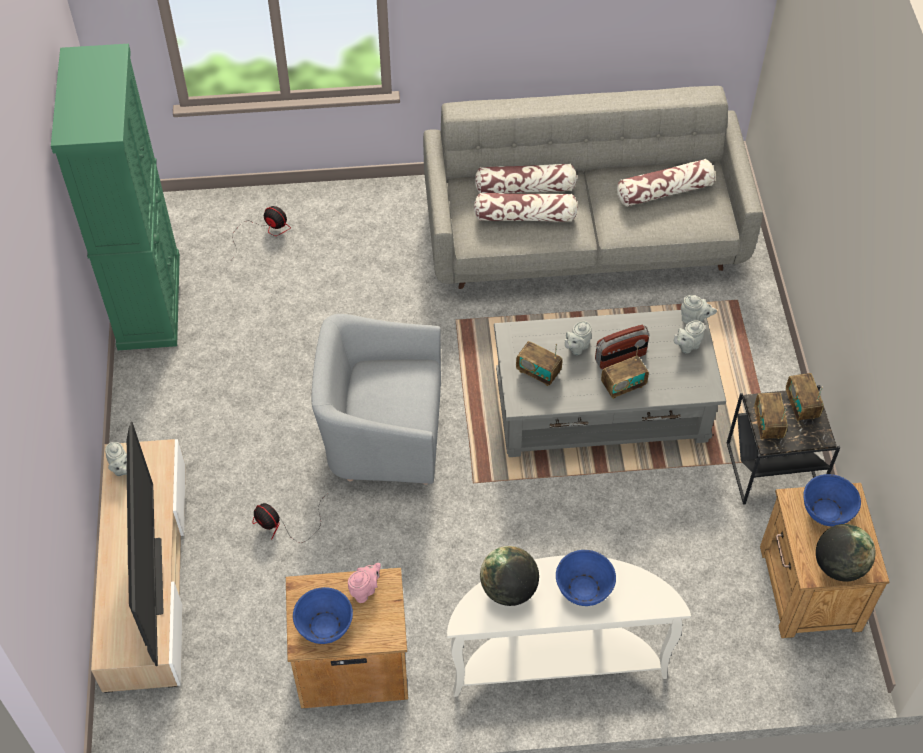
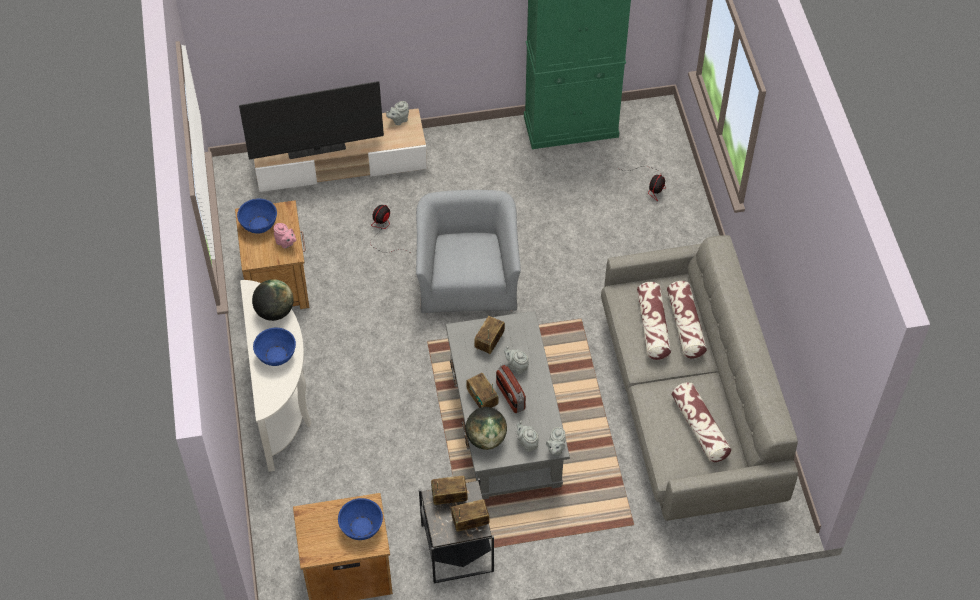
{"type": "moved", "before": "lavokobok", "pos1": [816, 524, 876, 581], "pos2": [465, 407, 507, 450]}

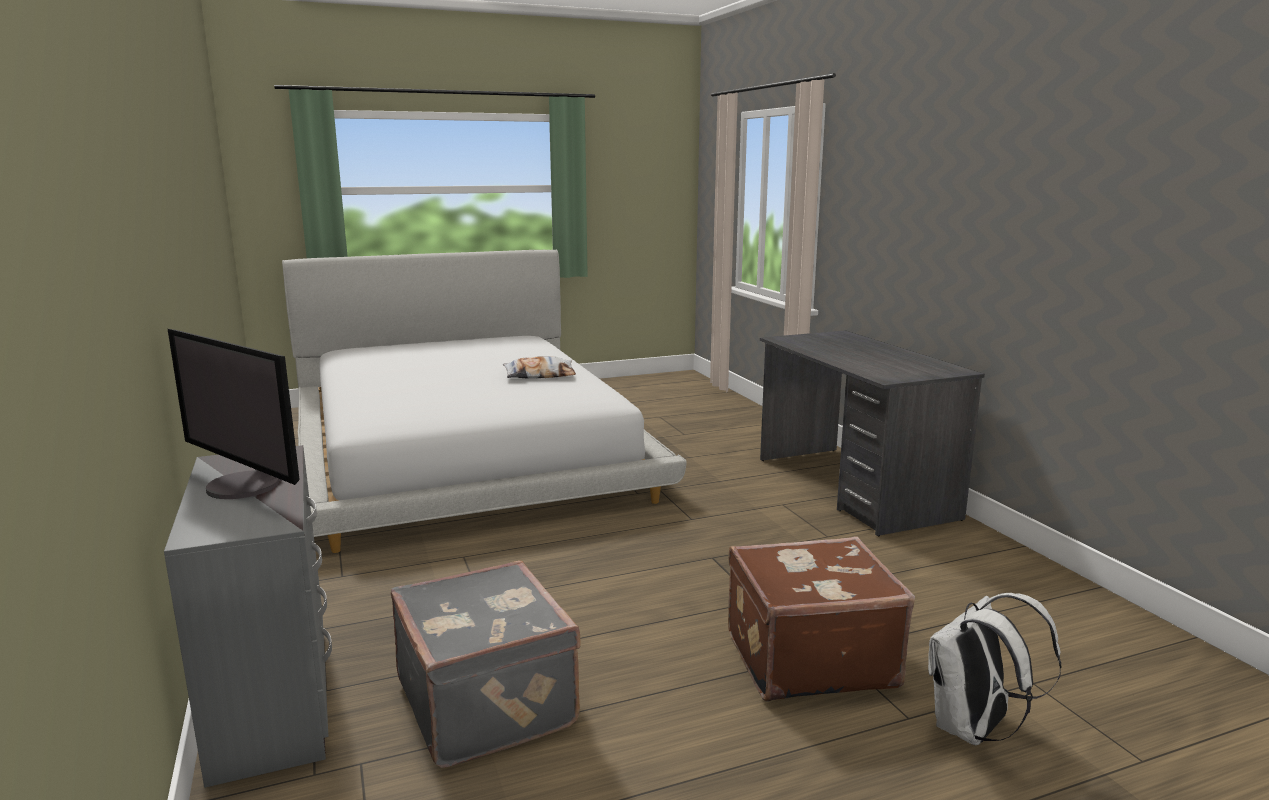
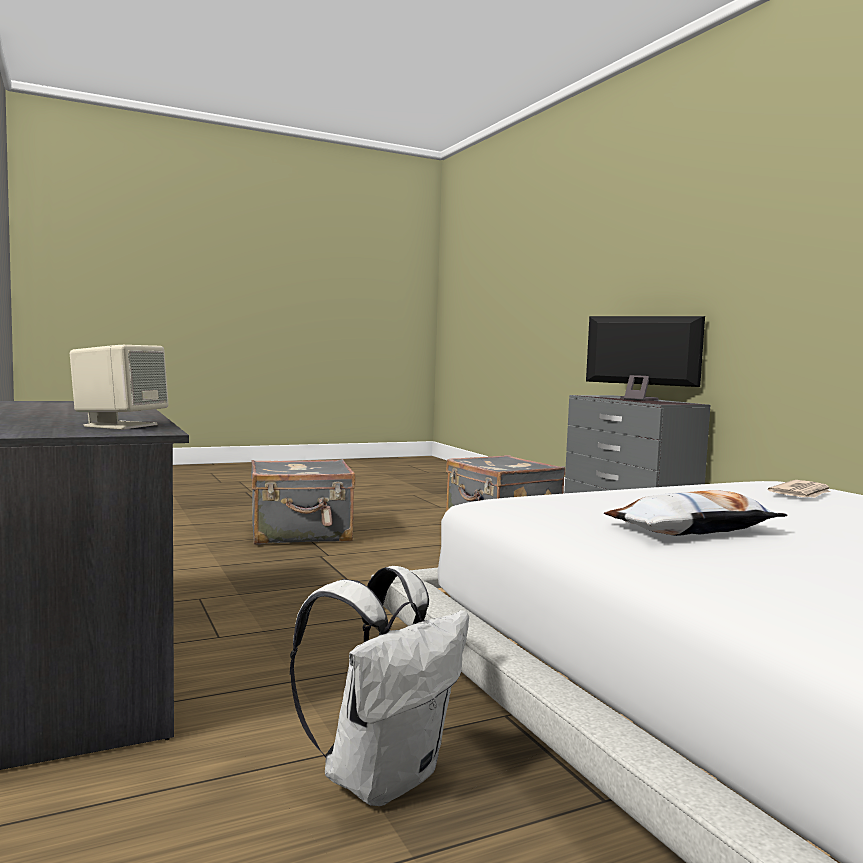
{"type": "added", "after": "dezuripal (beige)", "pos2": [70, 345, 169, 430]}
{"type": "recoloured", "before": "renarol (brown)", "after": "renarol (grey)", "pos1": [728, 536, 915, 702], "pos2": [251, 459, 355, 545]}
{"type": "moved", "before": "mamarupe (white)", "pos1": [928, 593, 1061, 746], "pos2": [290, 566, 469, 806]}
{"type": "added", "after": "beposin", "pos2": [768, 480, 831, 498]}

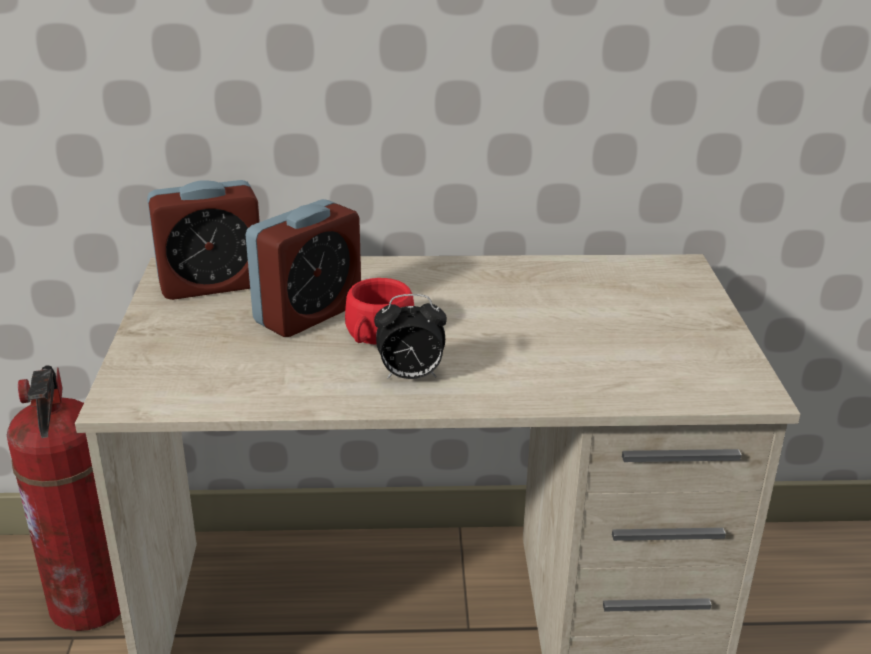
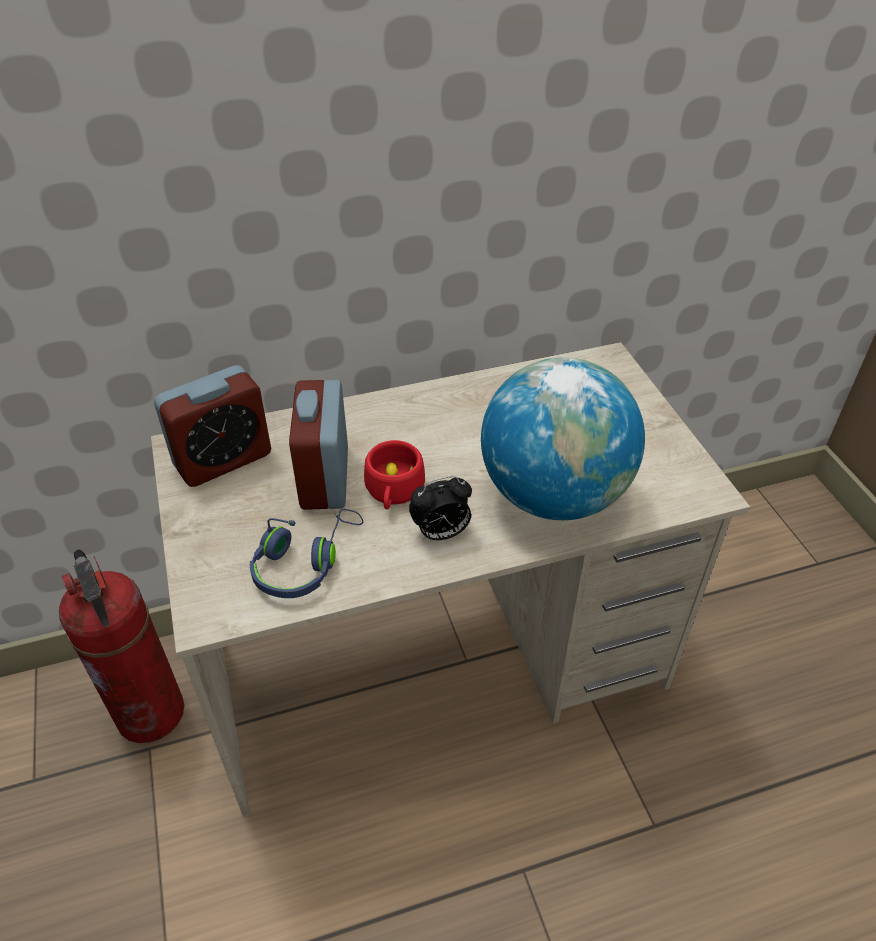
{"type": "added", "after": "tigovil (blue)", "pos2": [250, 509, 363, 598]}
{"type": "turned", "before": "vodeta", "pos1": [246, 199, 361, 337], "pos2": [289, 380, 348, 510], "turn": 150}
{"type": "added", "after": "lavokobok", "pos2": [481, 357, 645, 520]}

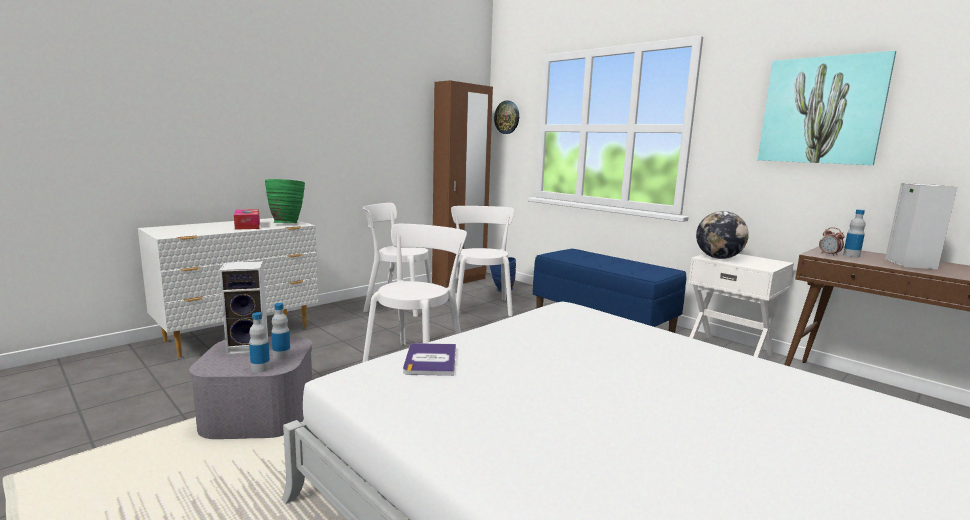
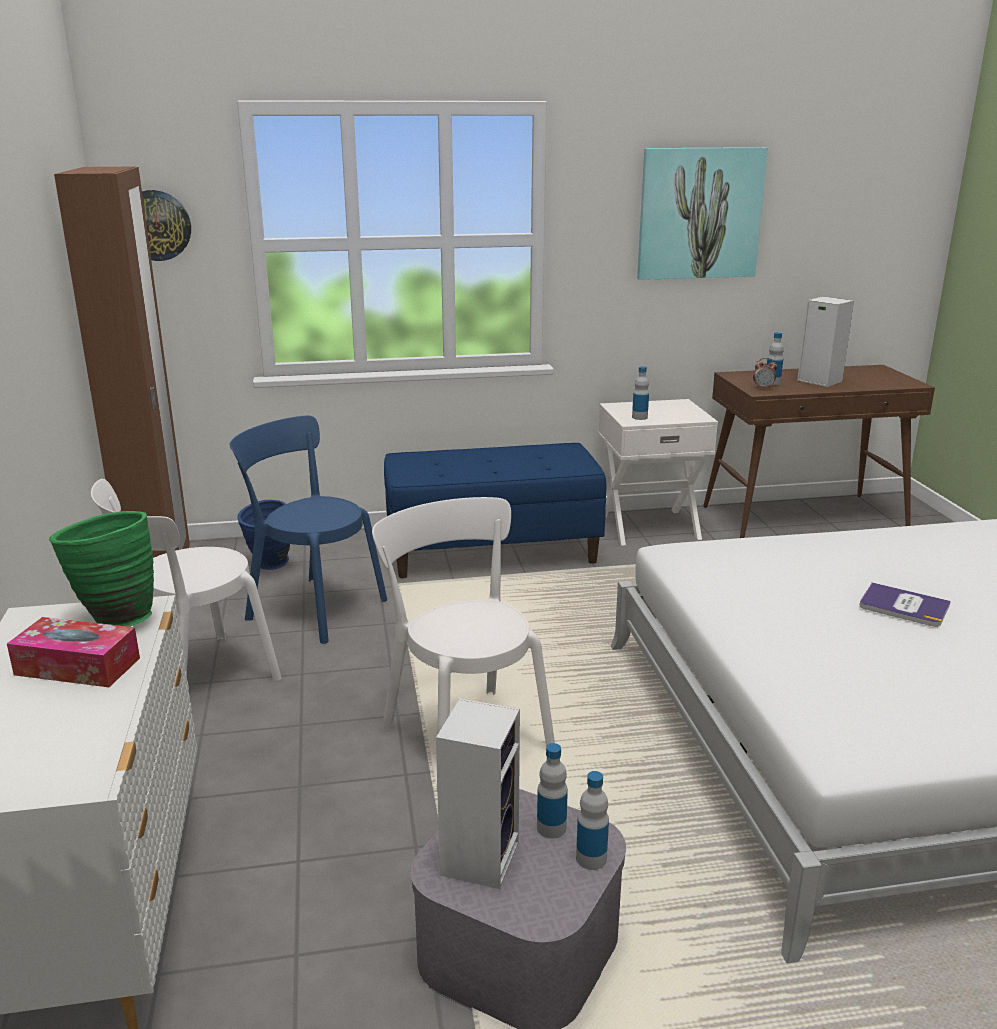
{"type": "recoloured", "before": "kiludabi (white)", "after": "kiludabi (blue)", "pos1": [451, 206, 514, 316], "pos2": [230, 415, 387, 644]}
{"type": "replaced", "before": "lavokobok", "after": "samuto", "pos1": [696, 211, 749, 259], "pos2": [632, 366, 649, 420]}
{"type": "moved", "before": "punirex", "pos1": [403, 343, 456, 376], "pos2": [859, 582, 951, 627]}

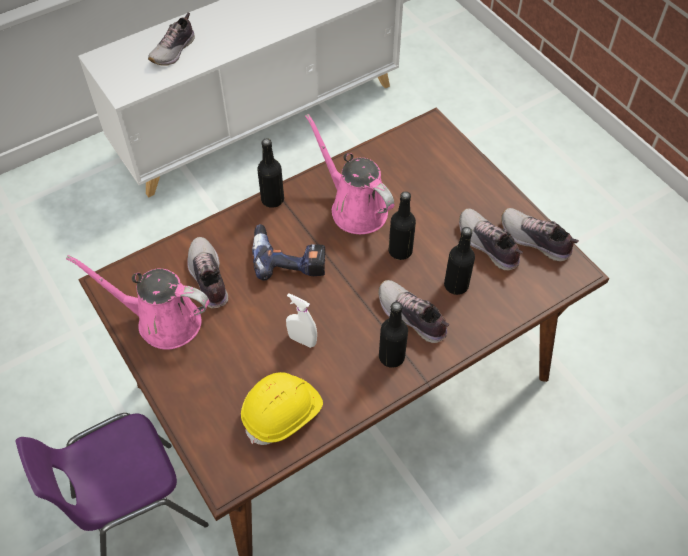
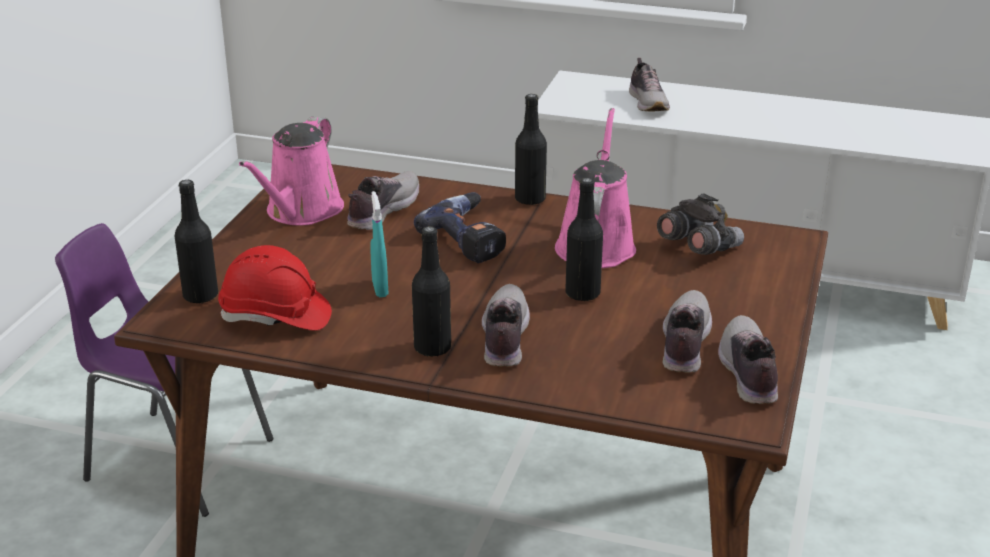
{"type": "moved", "before": "samuto (black)", "pos1": [444, 227, 475, 295], "pos2": [175, 180, 218, 303]}
{"type": "recoloured", "before": "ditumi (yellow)", "after": "ditumi (red)", "pos1": [241, 372, 323, 445], "pos2": [218, 245, 332, 331]}
{"type": "turned", "before": "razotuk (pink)", "pos1": [66, 255, 210, 350], "pos2": [239, 117, 344, 226], "turn": -135}
{"type": "recoloured", "before": "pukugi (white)", "after": "pukugi (turquoise)", "pos1": [286, 293, 317, 348], "pos2": [370, 191, 389, 297]}
{"type": "turned", "before": "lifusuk", "pos1": [148, 13, 195, 66], "pos2": [629, 58, 670, 111], "turn": -90}
{"type": "added", "after": "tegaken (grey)", "pos2": [657, 193, 744, 255]}

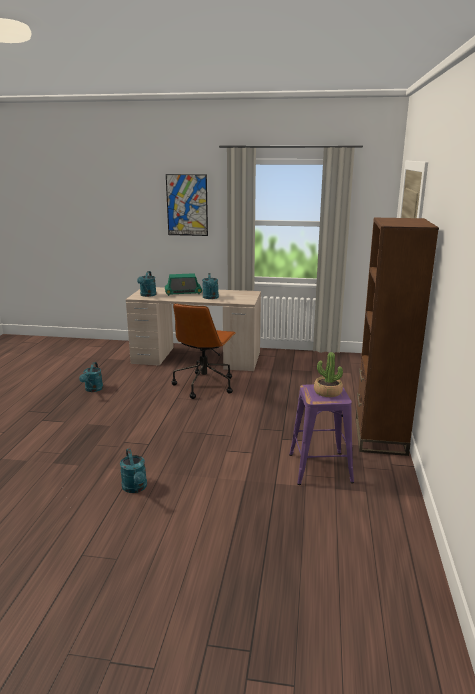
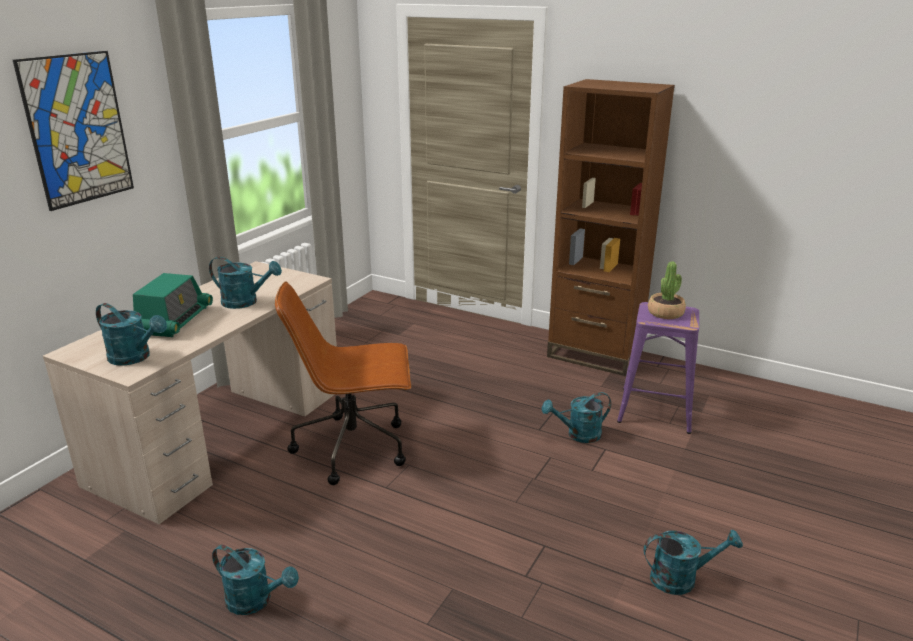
{"type": "turned", "before": "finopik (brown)", "pos1": [172, 303, 236, 399], "pos2": [275, 281, 411, 485], "turn": 135}
{"type": "added", "after": "razotuk (turquoise)", "pos2": [542, 392, 611, 443]}

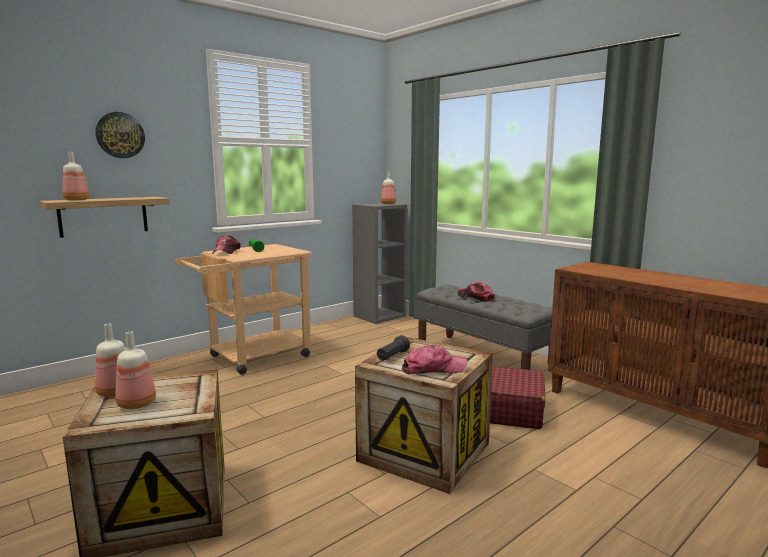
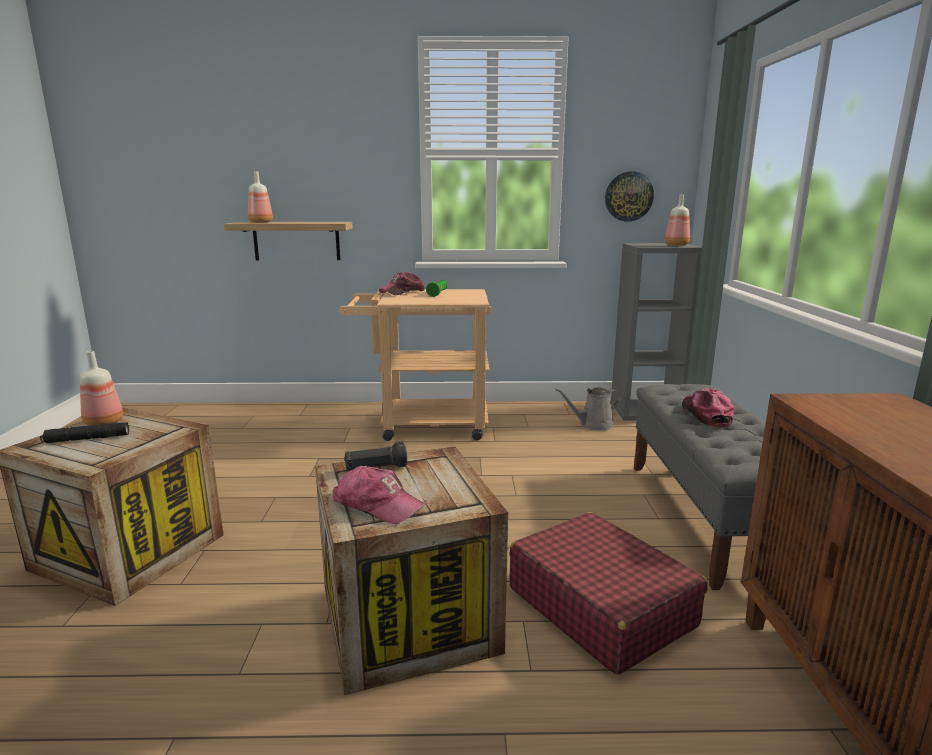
{"type": "replaced", "before": "samuto", "after": "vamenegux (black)", "pos1": [115, 332, 156, 409], "pos2": [40, 422, 129, 443]}
{"type": "added", "after": "razotuk (grey)", "pos2": [555, 387, 622, 430]}
{"type": "moved", "before": "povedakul", "pos1": [95, 112, 145, 158], "pos2": [605, 172, 654, 222]}

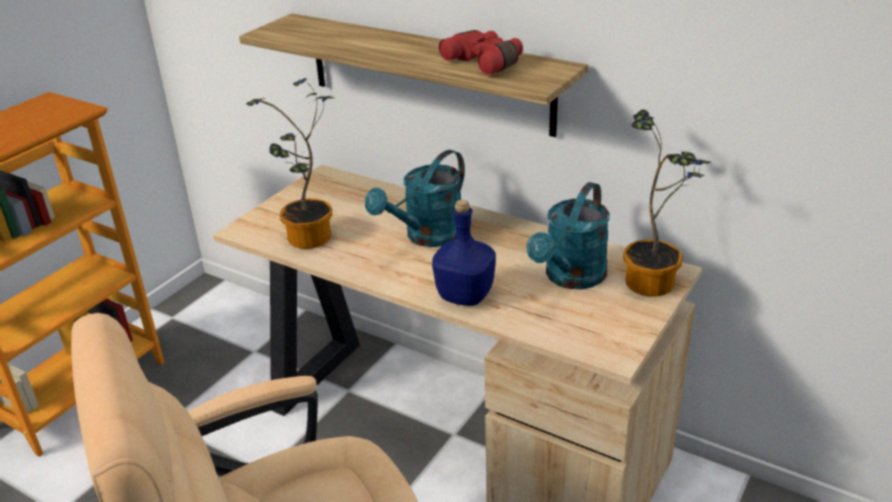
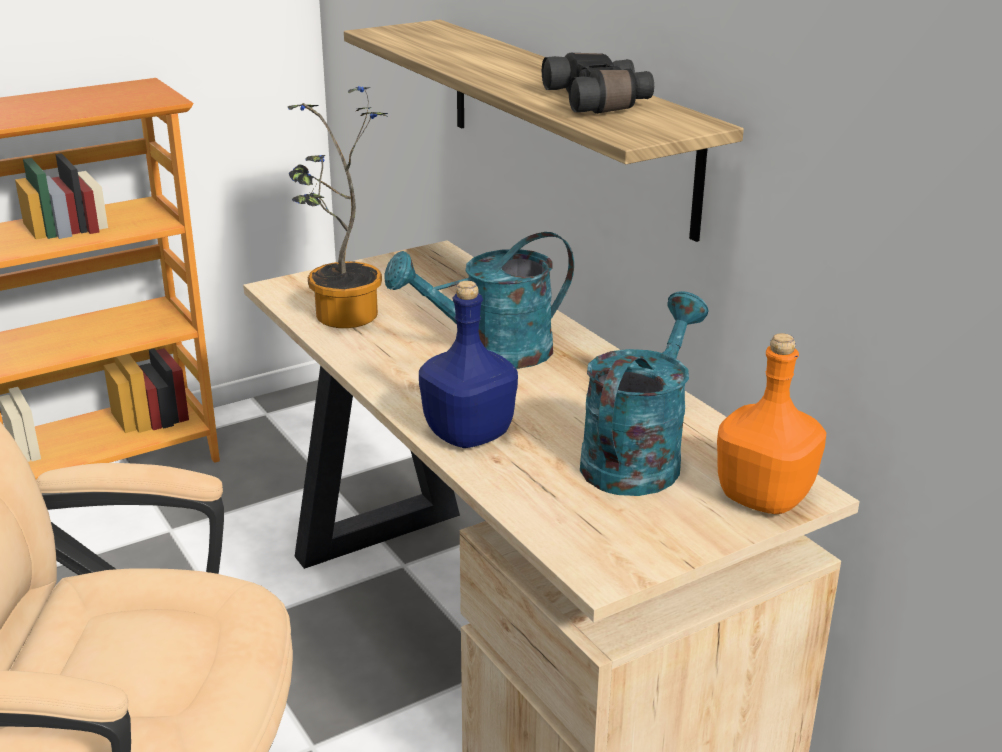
{"type": "recoloured", "before": "tegaken (red)", "after": "tegaken (black)", "pos1": [439, 30, 523, 75], "pos2": [542, 53, 654, 114]}
{"type": "turned", "before": "razotuk (turquoise)", "pos1": [527, 182, 610, 289], "pos2": [580, 291, 709, 496], "turn": 150}
{"type": "replaced", "before": "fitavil", "after": "samuto (orange)", "pos1": [623, 109, 711, 297], "pos2": [717, 333, 826, 514]}

